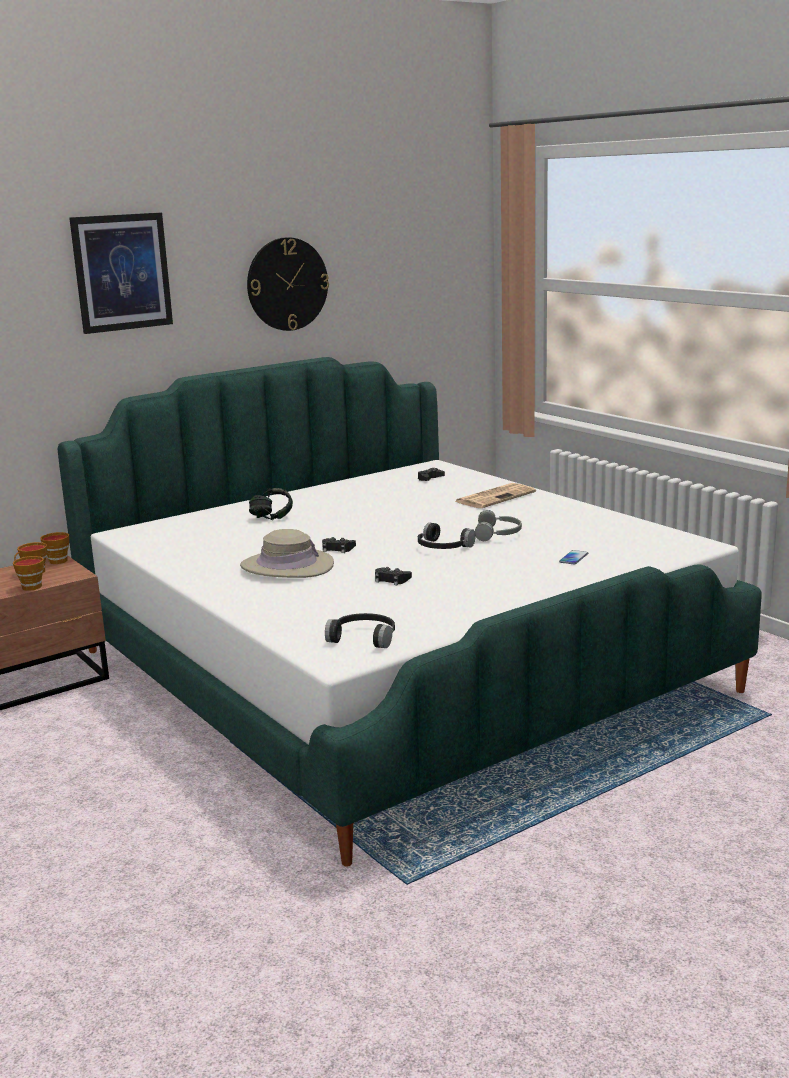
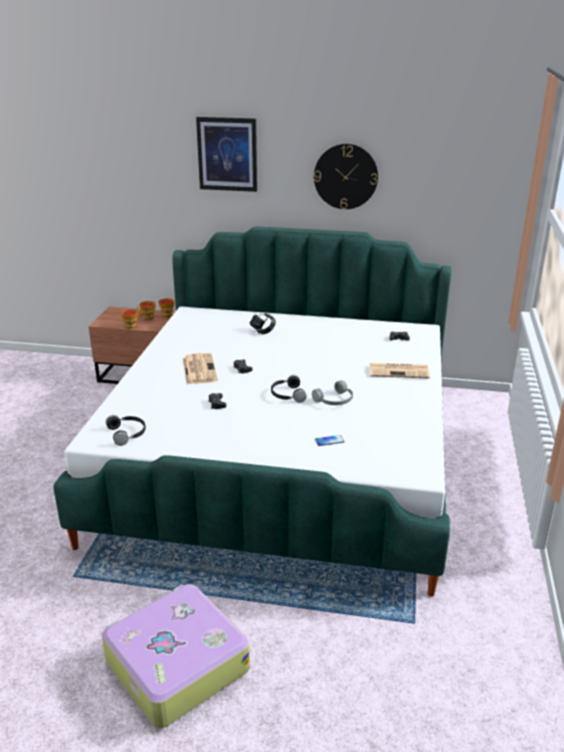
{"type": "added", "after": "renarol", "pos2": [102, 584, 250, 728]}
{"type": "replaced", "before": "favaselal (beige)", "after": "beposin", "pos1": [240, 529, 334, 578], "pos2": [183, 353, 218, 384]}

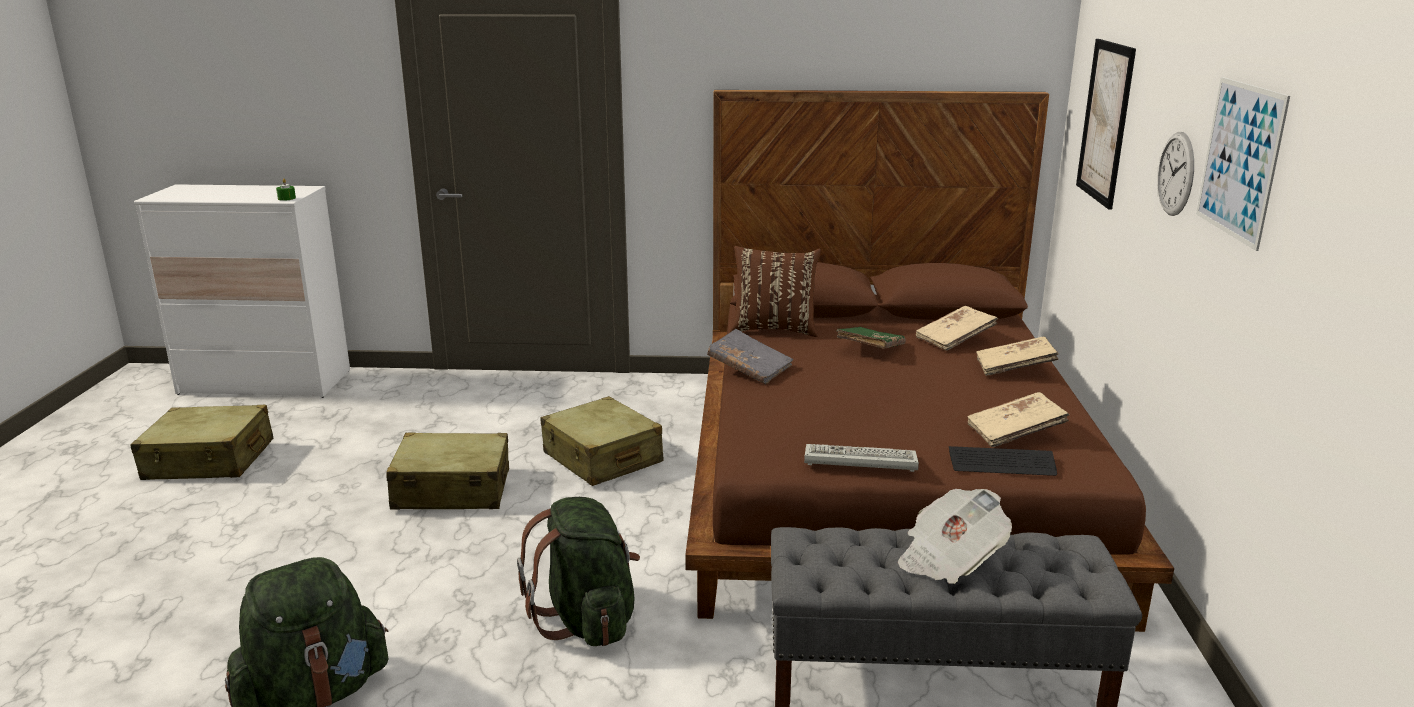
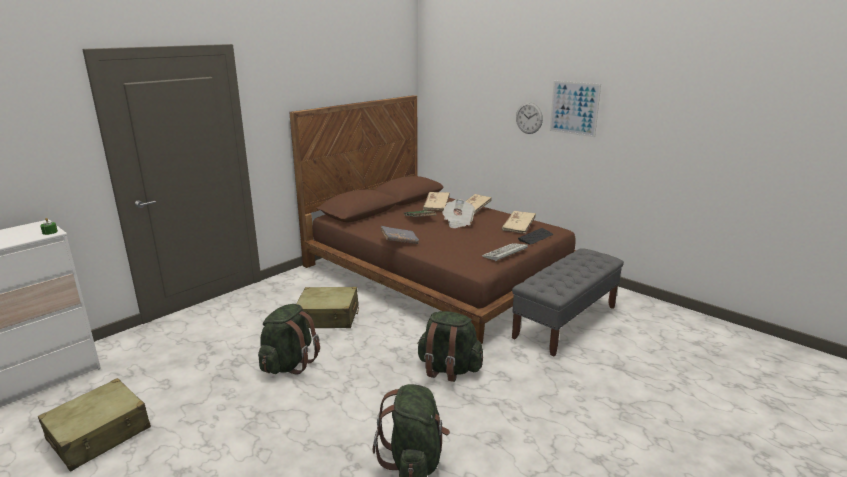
{"type": "replaced", "before": "renarol (beige)", "after": "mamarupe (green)", "pos1": [386, 432, 509, 510], "pos2": [258, 304, 320, 374]}
{"type": "moved", "before": "beposin", "pos1": [898, 489, 1012, 584], "pos2": [442, 199, 475, 228]}
{"type": "removed", "before": "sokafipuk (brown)", "pos1": [730, 246, 821, 337]}
{"type": "removed", "before": "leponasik", "pos1": [1076, 39, 1136, 210]}

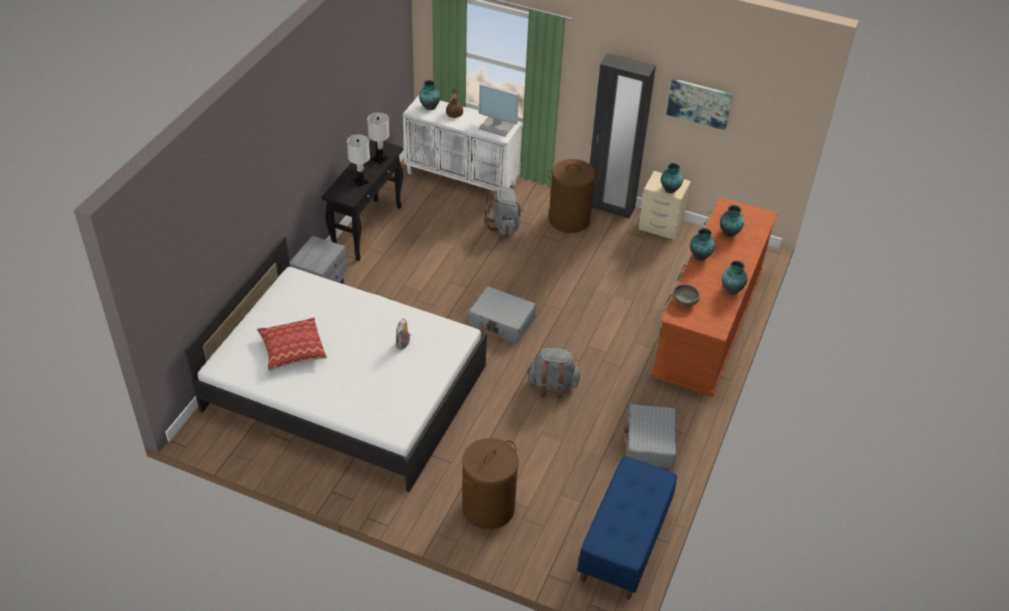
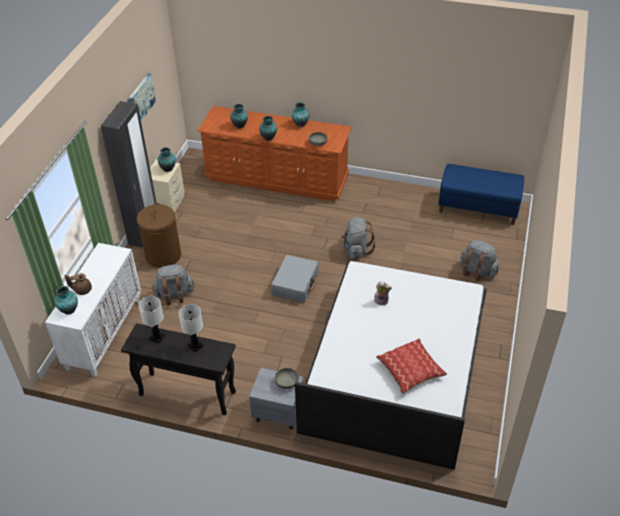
{"type": "added", "after": "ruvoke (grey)", "pos2": [274, 368, 299, 389]}
{"type": "replaced", "before": "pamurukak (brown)", "after": "mamarupe (grey)", "pos1": [462, 438, 519, 529], "pos2": [460, 240, 499, 281]}
{"type": "removed", "before": "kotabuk", "pos1": [479, 83, 519, 137]}
{"type": "removed", "before": "renarol (grey)", "pos1": [623, 404, 676, 468]}

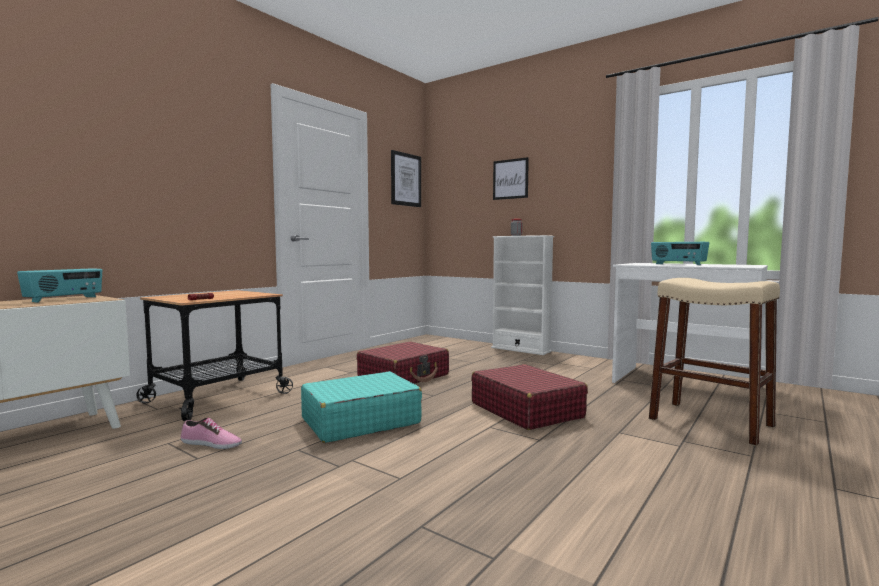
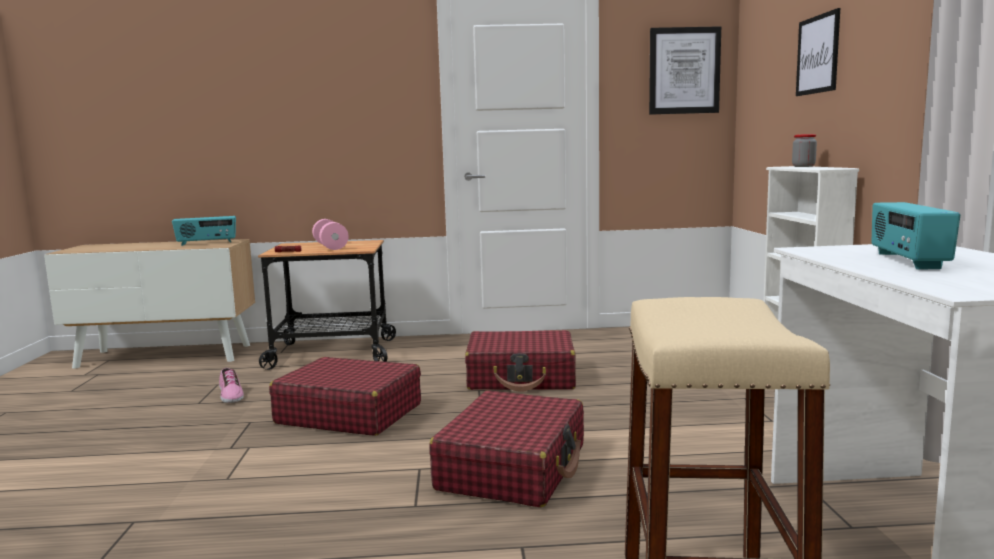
{"type": "recoloured", "before": "renarol (turquoise)", "after": "renarol (red)", "pos1": [301, 371, 422, 443], "pos2": [269, 357, 421, 436]}
{"type": "added", "after": "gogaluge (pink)", "pos2": [312, 219, 349, 250]}

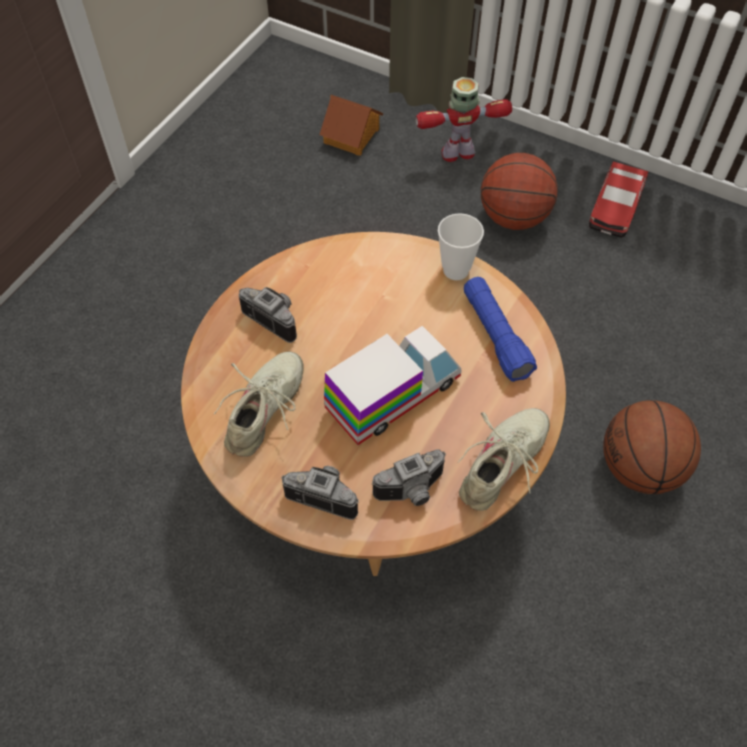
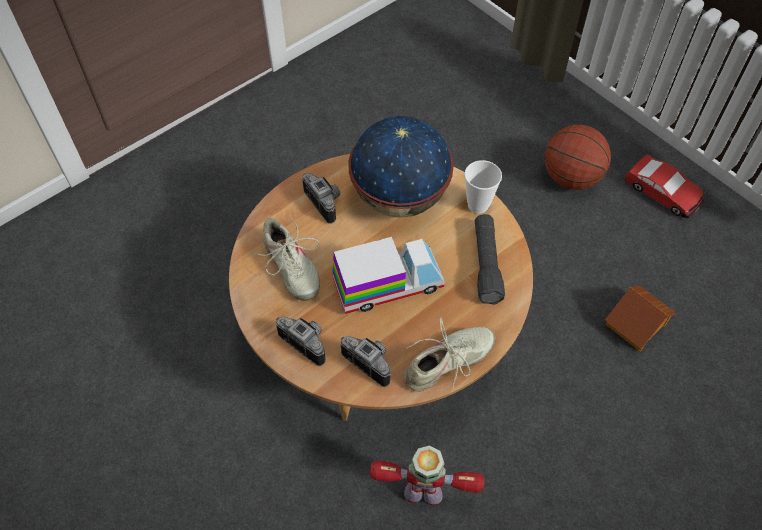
{"type": "turned", "before": "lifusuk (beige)", "pos1": [214, 352, 303, 457], "pos2": [251, 216, 320, 301], "turn": 105}
{"type": "turned", "before": "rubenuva", "pos1": [372, 449, 446, 506], "pos2": [341, 336, 391, 387], "turn": -135}
{"type": "added", "after": "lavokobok", "pos2": [348, 116, 454, 217]}
{"type": "moved", "before": "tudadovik", "pos1": [416, 77, 512, 162], "pos2": [370, 445, 485, 505]}
{"type": "recoloured", "before": "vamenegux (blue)", "after": "vamenegux (black)", "pos1": [464, 277, 537, 382], "pos2": [475, 214, 505, 304]}
{"type": "moved", "before": "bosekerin", "pos1": [320, 95, 383, 156], "pos2": [605, 286, 676, 351]}
{"type": "turned", "before": "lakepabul", "pos1": [589, 161, 648, 238], "pos2": [625, 154, 704, 218], "turn": -90}
{"type": "removed", "before": "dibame", "pos1": [603, 400, 701, 494]}

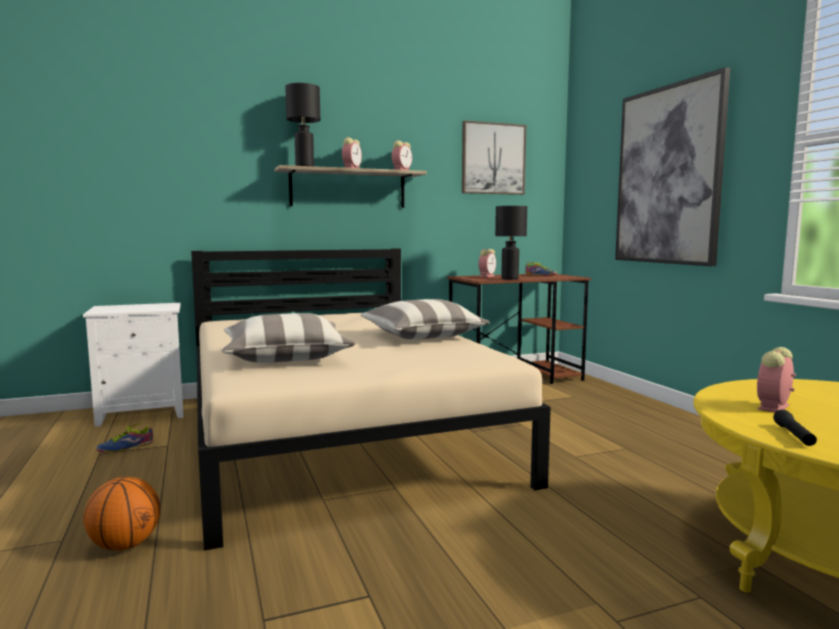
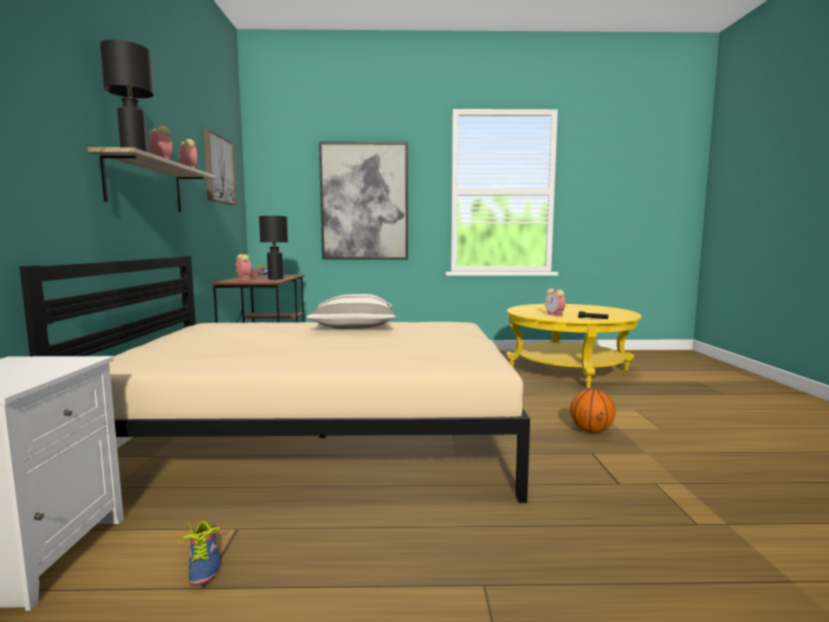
{"type": "moved", "before": "dibame", "pos1": [83, 477, 161, 551], "pos2": [570, 388, 616, 433]}
{"type": "removed", "before": "sokafipuk", "pos1": [221, 313, 355, 363]}

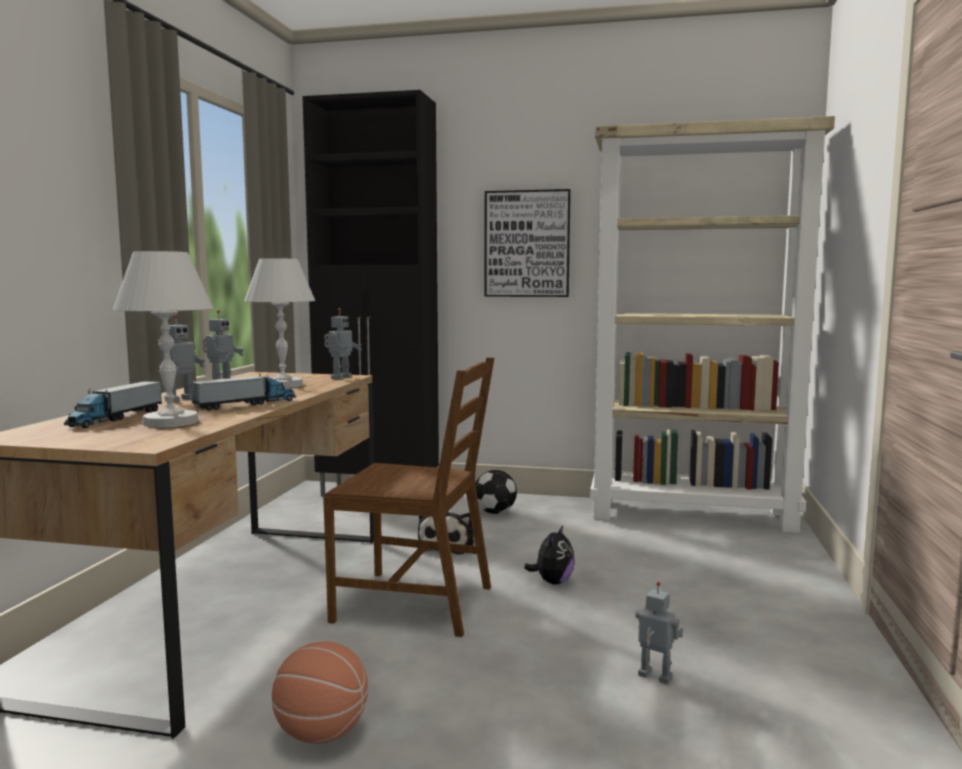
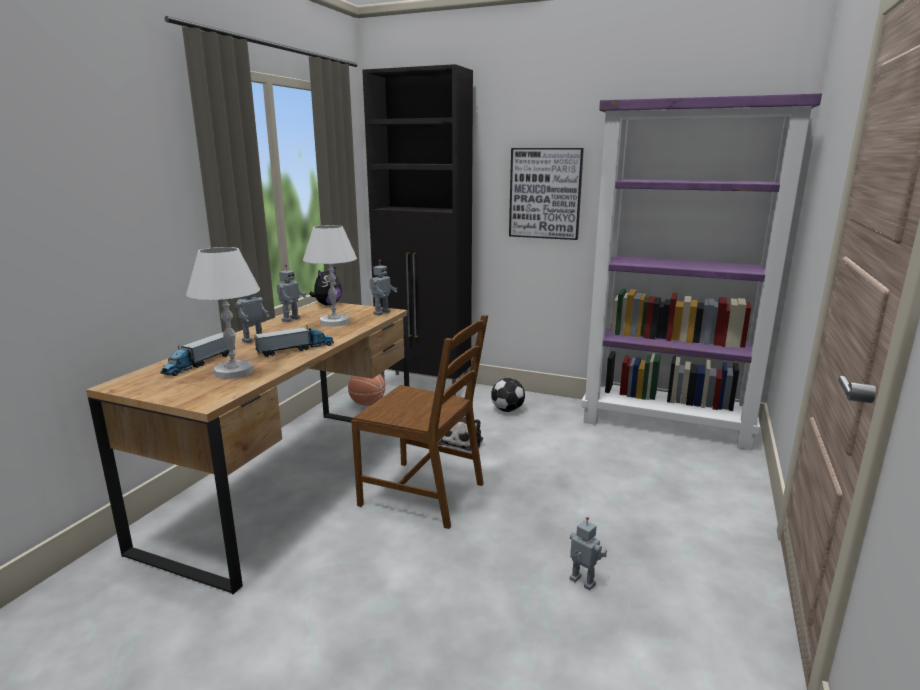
{"type": "moved", "before": "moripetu", "pos1": [524, 525, 575, 585], "pos2": [309, 268, 342, 305]}
{"type": "moved", "before": "dibame", "pos1": [272, 642, 368, 744], "pos2": [348, 374, 385, 406]}
{"type": "recoloured", "before": "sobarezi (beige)", "after": "sobarezi (purple)", "pos1": [590, 116, 835, 533], "pos2": [581, 93, 822, 450]}

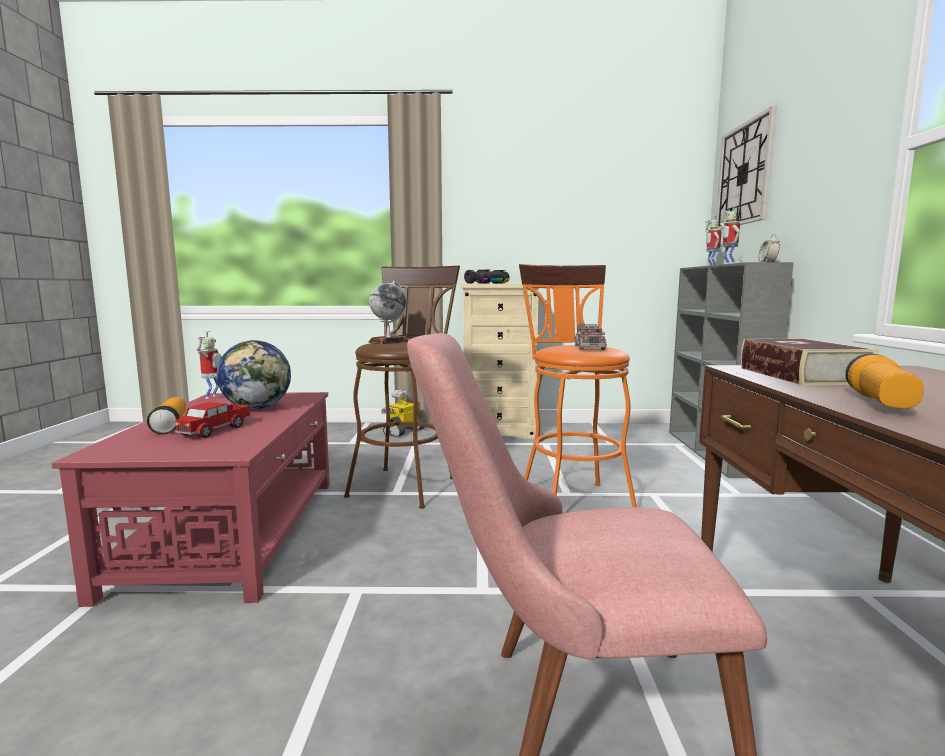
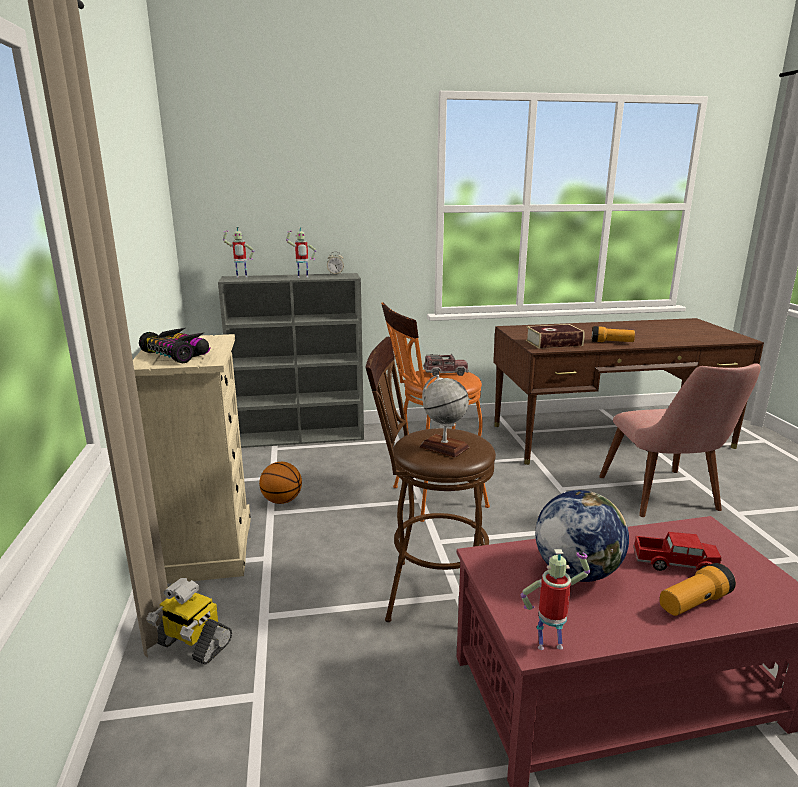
{"type": "added", "after": "dibame", "pos2": [259, 462, 302, 504]}
{"type": "removed", "before": "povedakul", "pos1": [716, 106, 776, 230]}

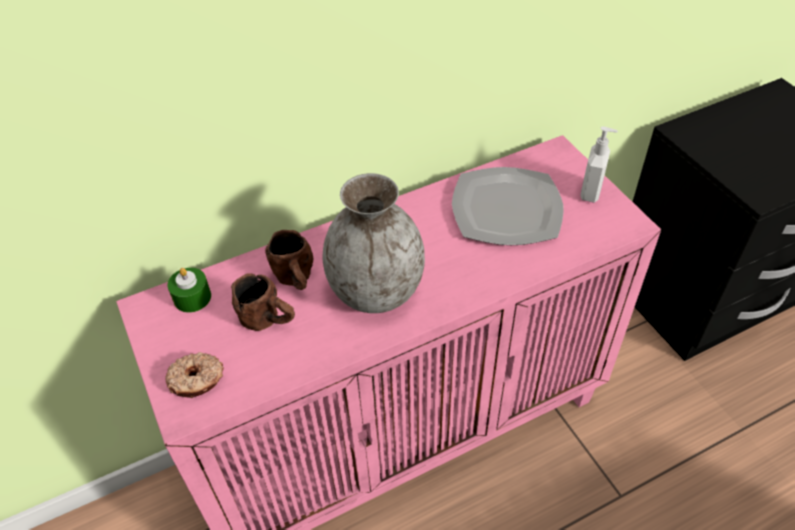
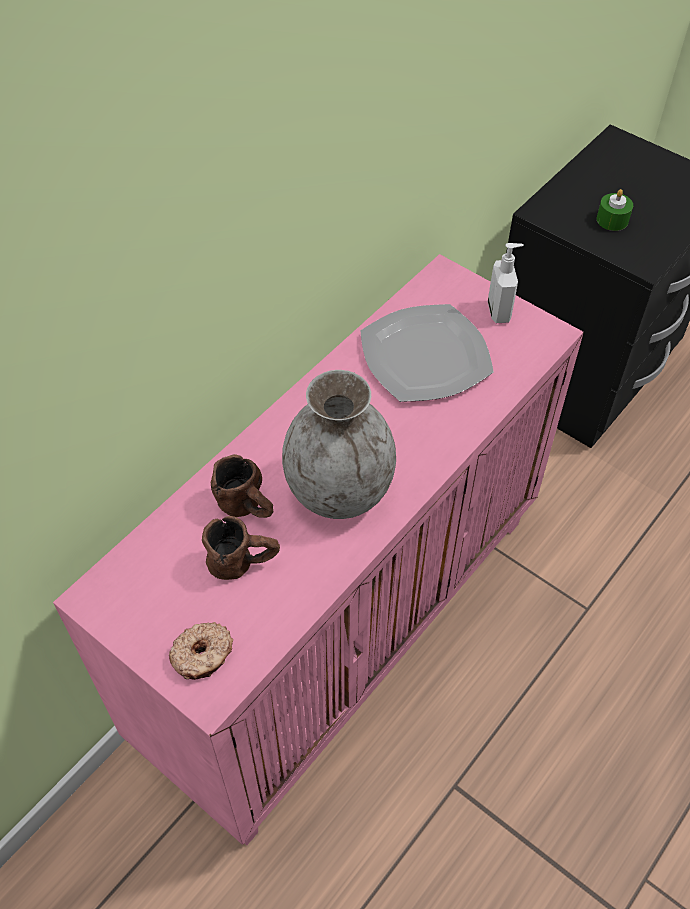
{"type": "moved", "before": "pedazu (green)", "pos1": [168, 268, 211, 313], "pos2": [597, 189, 633, 231]}

